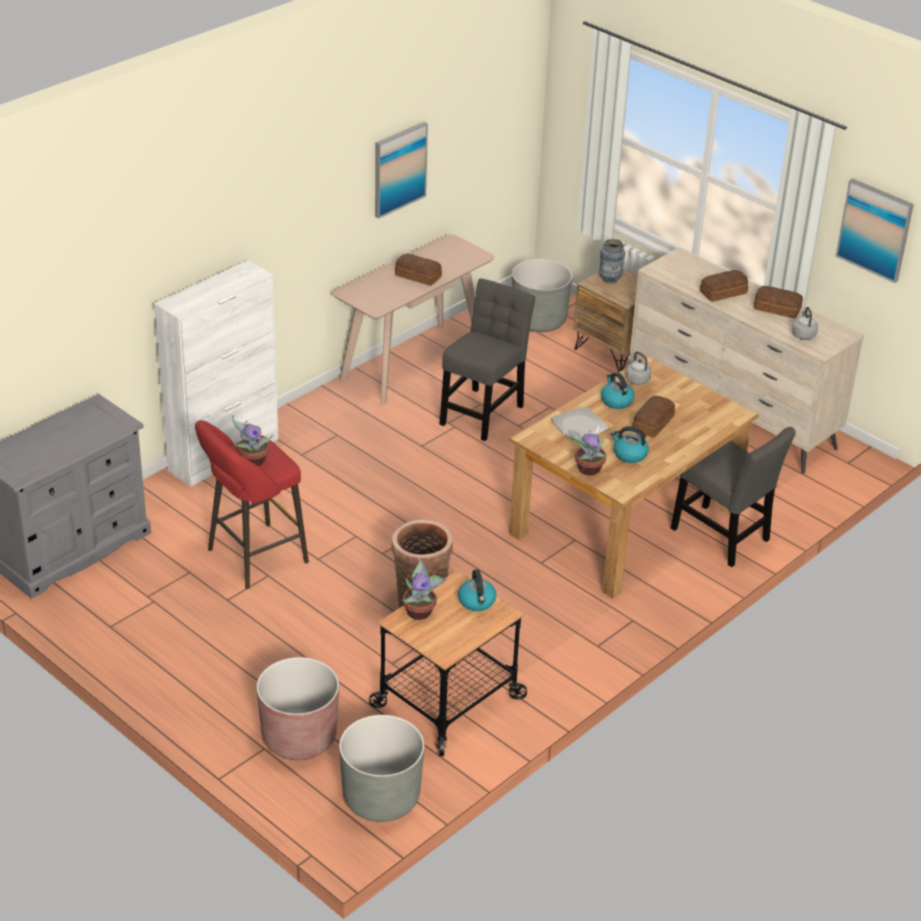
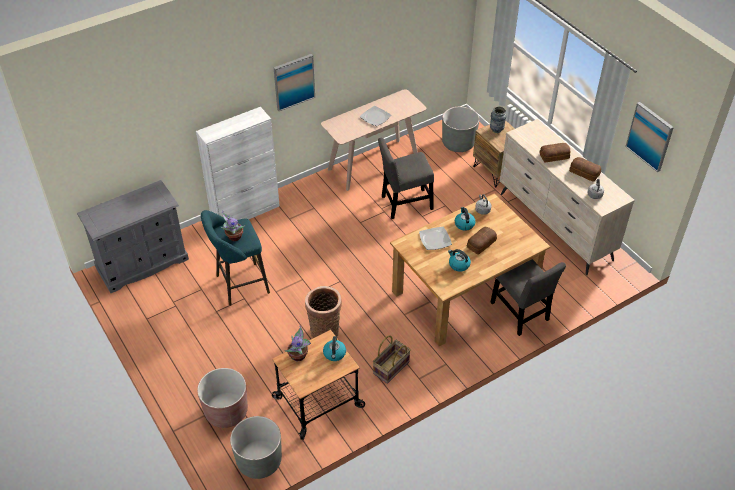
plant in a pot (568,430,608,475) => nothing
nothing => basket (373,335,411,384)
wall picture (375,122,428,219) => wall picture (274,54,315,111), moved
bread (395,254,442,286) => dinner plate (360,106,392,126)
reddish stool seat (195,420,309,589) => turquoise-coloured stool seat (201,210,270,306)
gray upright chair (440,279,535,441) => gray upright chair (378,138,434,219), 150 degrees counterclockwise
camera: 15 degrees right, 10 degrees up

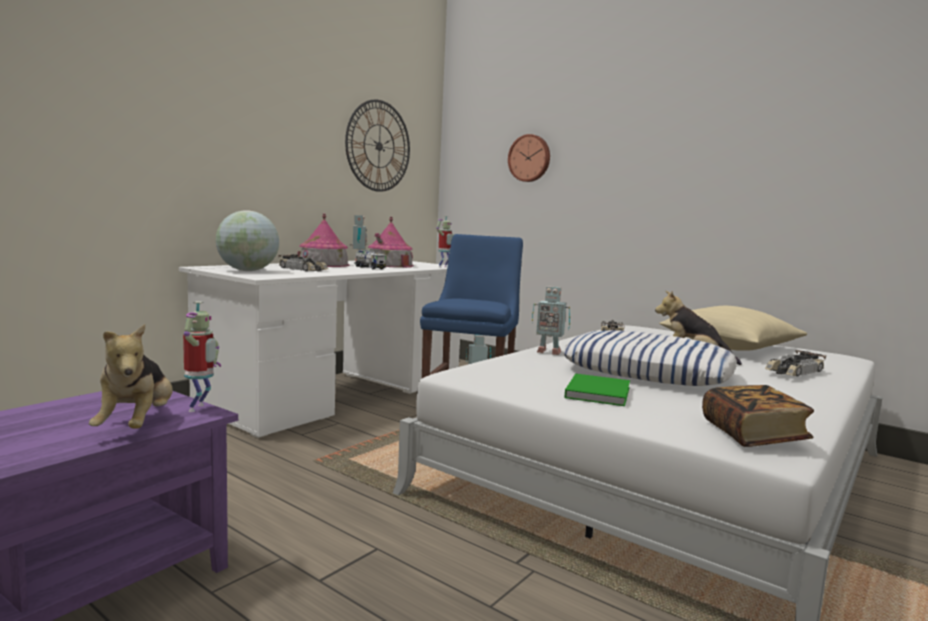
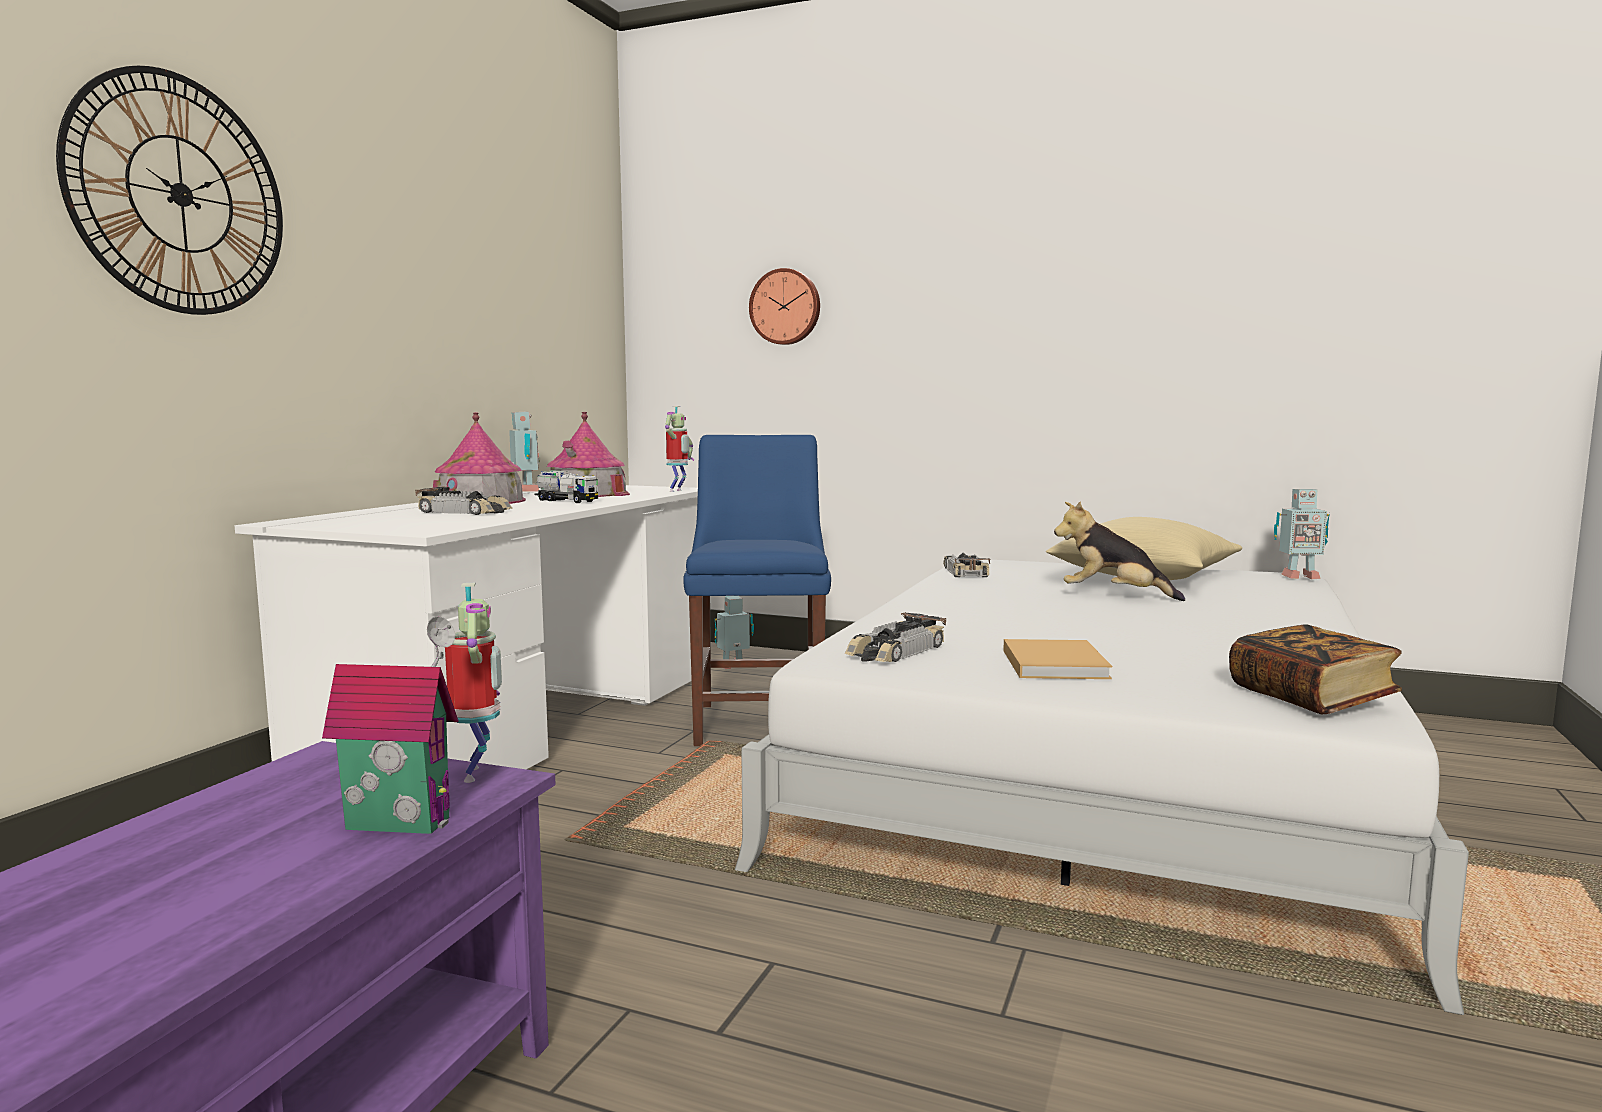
world globe (216,210,279,271) => nothing
pillow (563,330,737,386) => nothing
clock on the wall (345,99,410,192) => clock on the wall (56,66,283,315), moved
toy robot (532,286,570,355) => toy robot (1274,489,1330,579), moved
model car (765,350,826,377) => model car (845,612,946,662), moved
cuddly toy (89,324,173,429) => toy house (322,616,458,834)
greenish volume (564,373,630,406) => beige-coloured volume (1003,639,1112,679)
camera: 15 degrees left, 0 degrees up

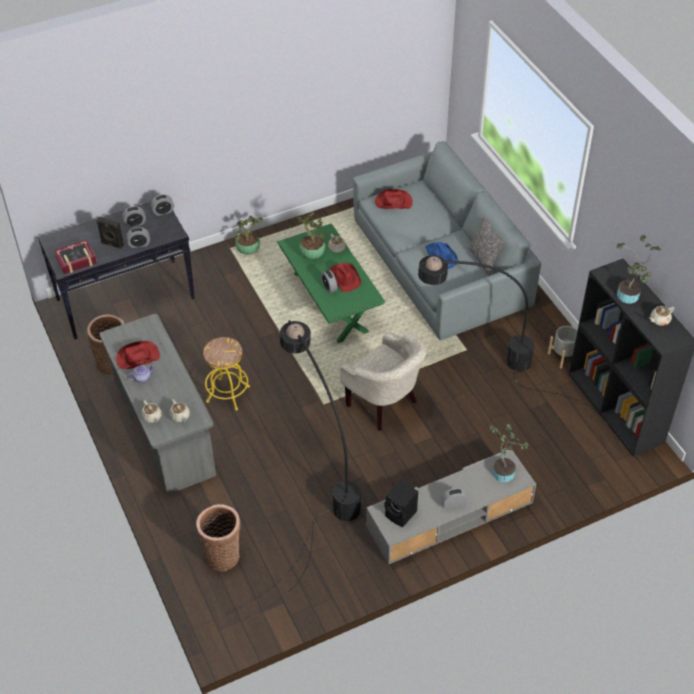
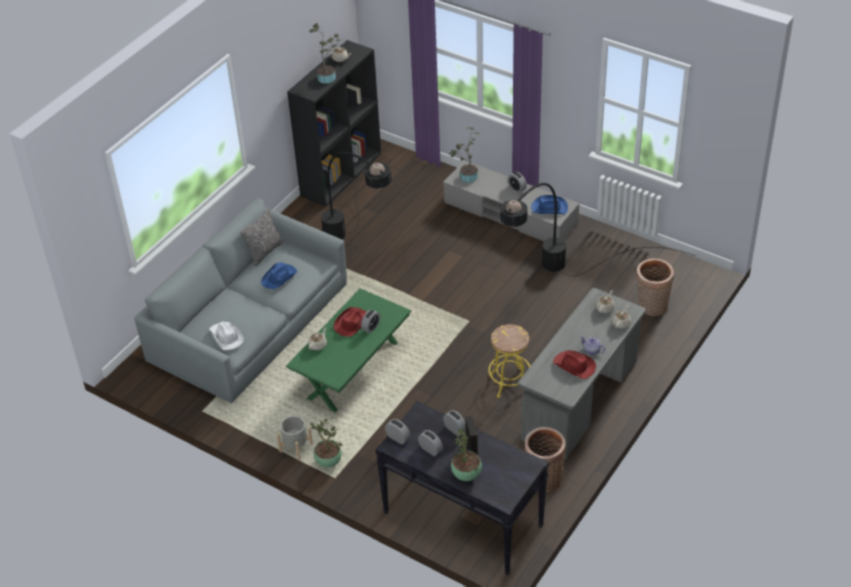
volume (54,240,97,274) => nothing
beige-coloured easy chair (340,332,426,431) => nothing
plant in a pot (297,212,327,259) => plant in a pot (451,429,482,481), moved
gray plant pot (548,326,578,368) => gray plant pot (277,416,313,461), moved
blackish speaker (384,480,418,527) => blue-coloured clothing hat (531,195,568,214)
reddish clothing hat (375,189,413,209) => white-coloured clothing hat (210,321,244,350)
camera: 120 degrees left, 5 degrees down

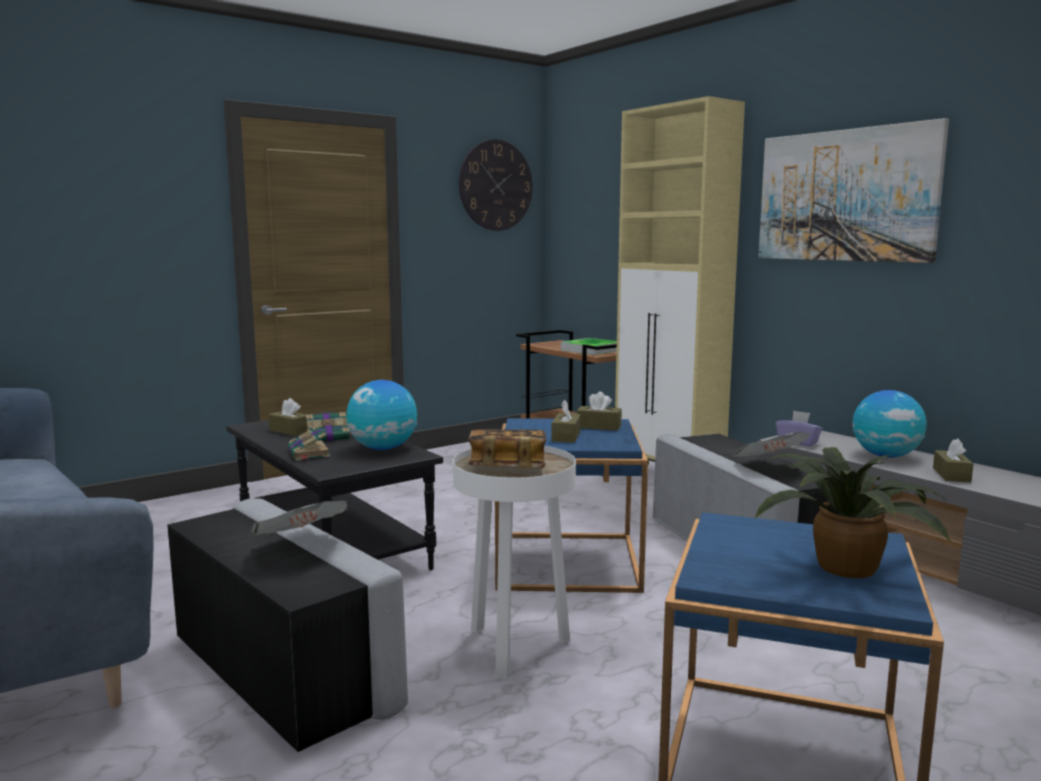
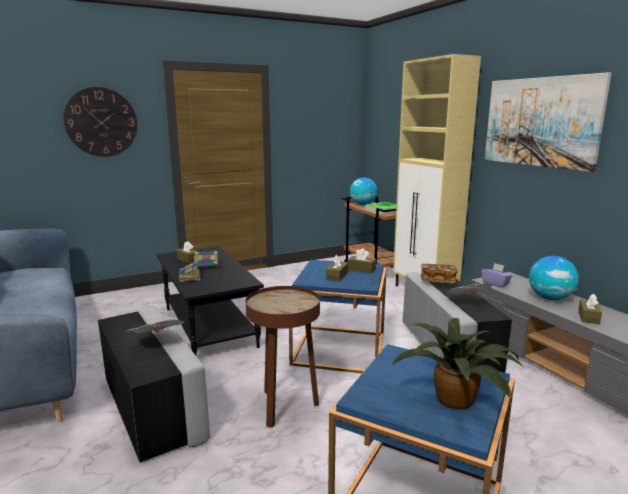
world globe (346,380,417,450) => world globe (350,177,377,205), moved
clock on the wall (459,139,533,231) => clock on the wall (64,87,137,157), moved
volume (468,429,546,468) => volume (421,264,458,284), moved
white-coloured accent table (453,446,576,680) => brownish accent table (246,286,320,428)
camera: 10 degrees right, 5 degrees up

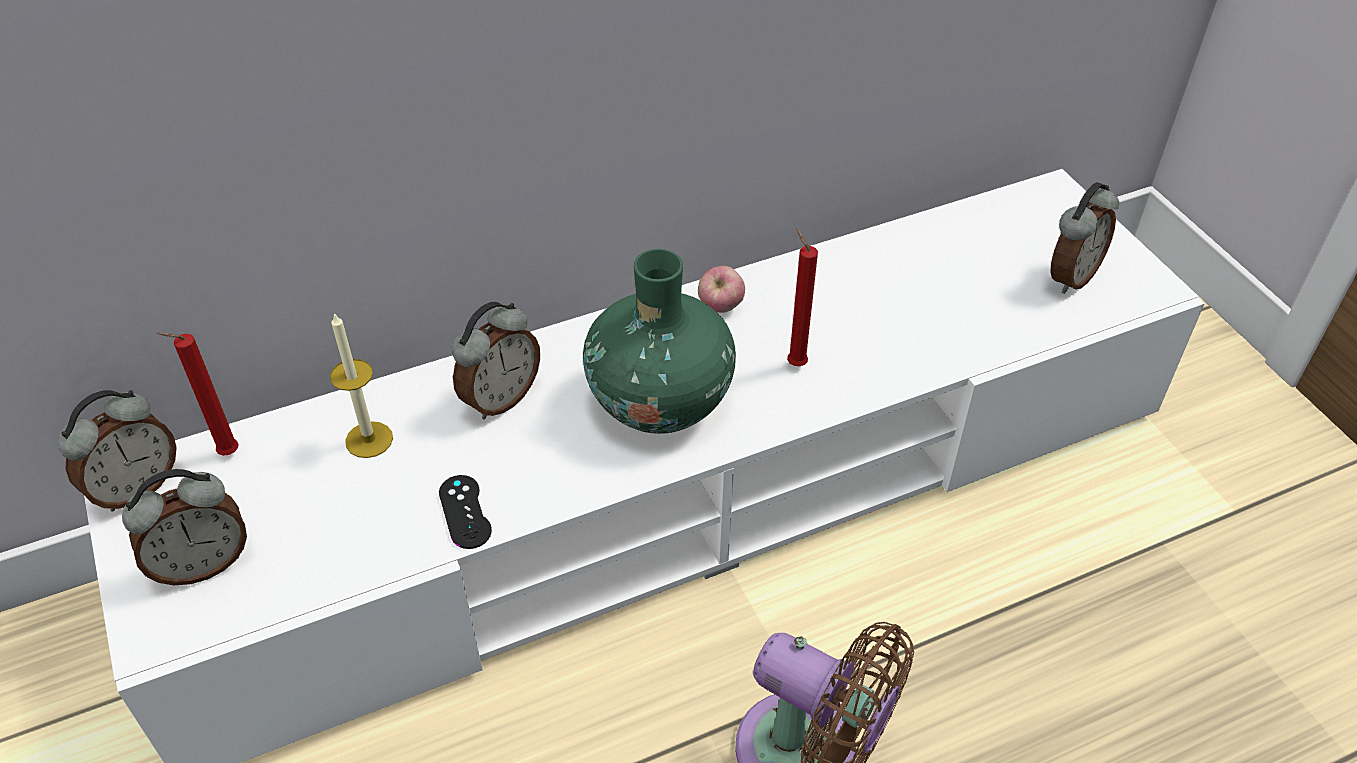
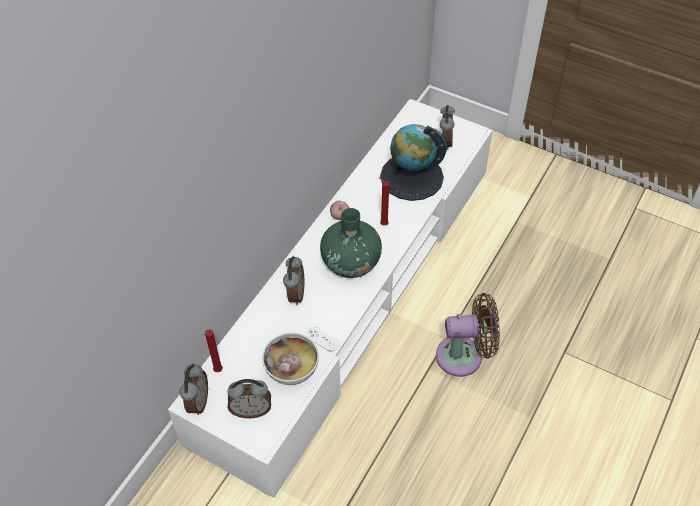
wax light (330,312,393,458) => nothing
nothing => deep dish (262,333,319,385)
nothing => world globe (380,124,447,201)
blackish game controller (439,475,492,549) => white-coloured game controller (306,327,340,351)
table clock (122,469,247,585) => table clock (227,379,271,418), 60 degrees clockwise
camera: 35 degrees left, 5 degrees up

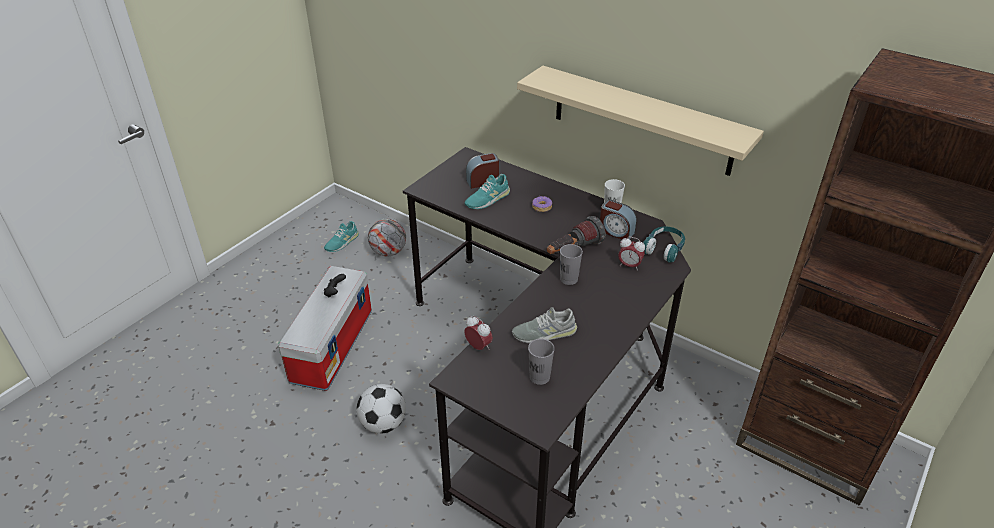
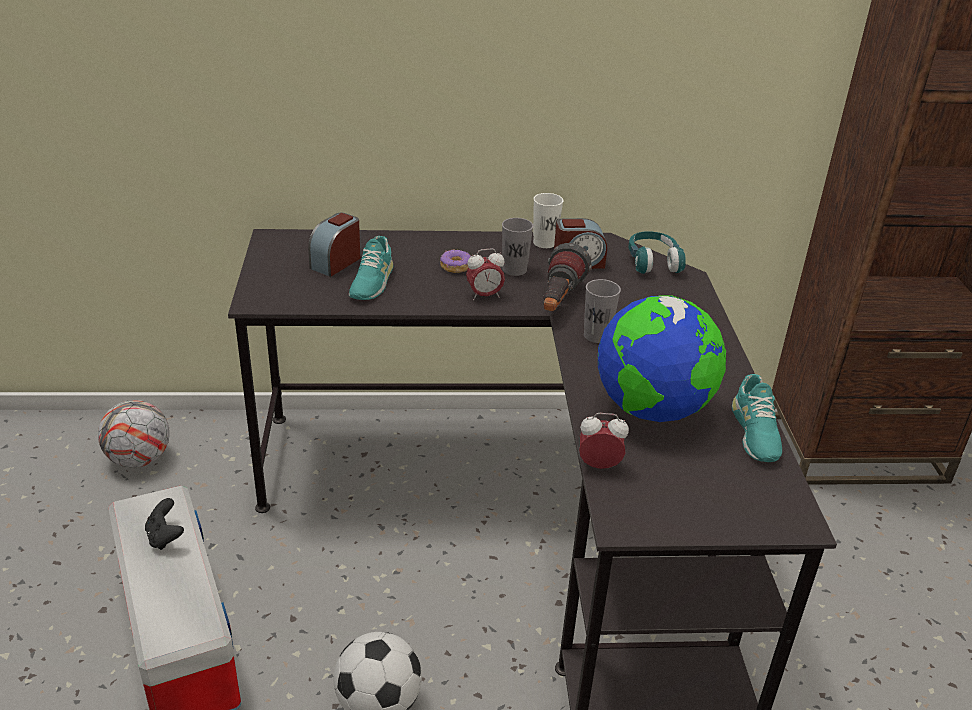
beige-coloured wall shelf (517,66,764,176) => nothing
turquoise-coloured item of footwear (324,221,359,252) => turquoise-coloured item of footwear (732,374,782,462), moved
gray cup (528,339,555,385) => gray cup (502,218,533,276), moved
table clock (618,237,645,269) => table clock (466,248,505,300), moved
gray item of footwear (512,307,577,343) => world globe (598,295,726,422)
camera: 40 degrees left, 5 degrees down

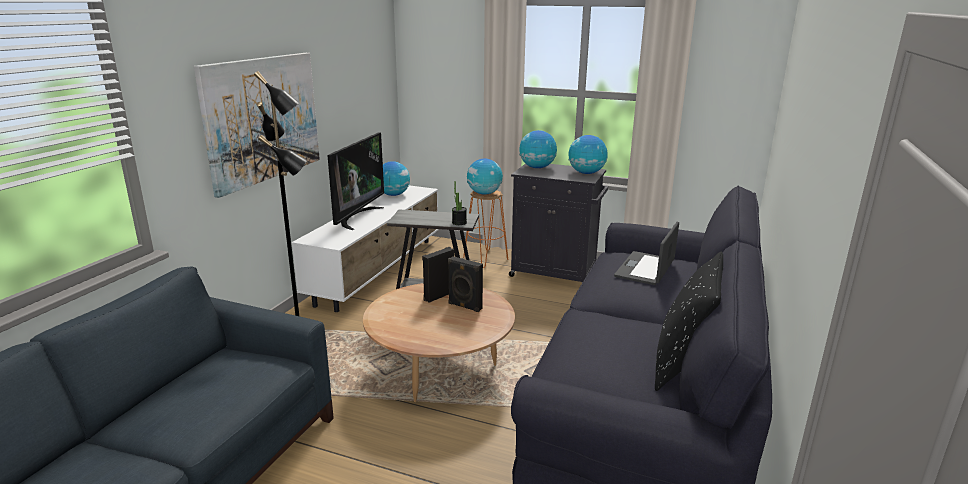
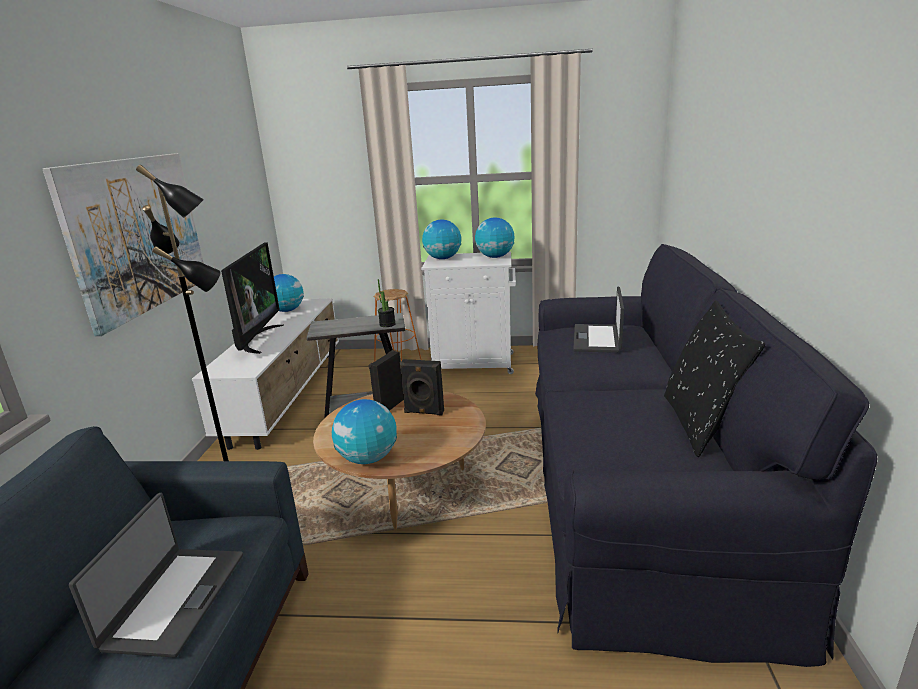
nothing => notebook computer (69,493,243,658)
world globe (467,159,503,195) => world globe (332,399,397,464), moved
blackish cabinet (509,164,608,283) => white-coloured cabinet (421,252,516,374)
camera: 15 degrees left, 0 degrees up

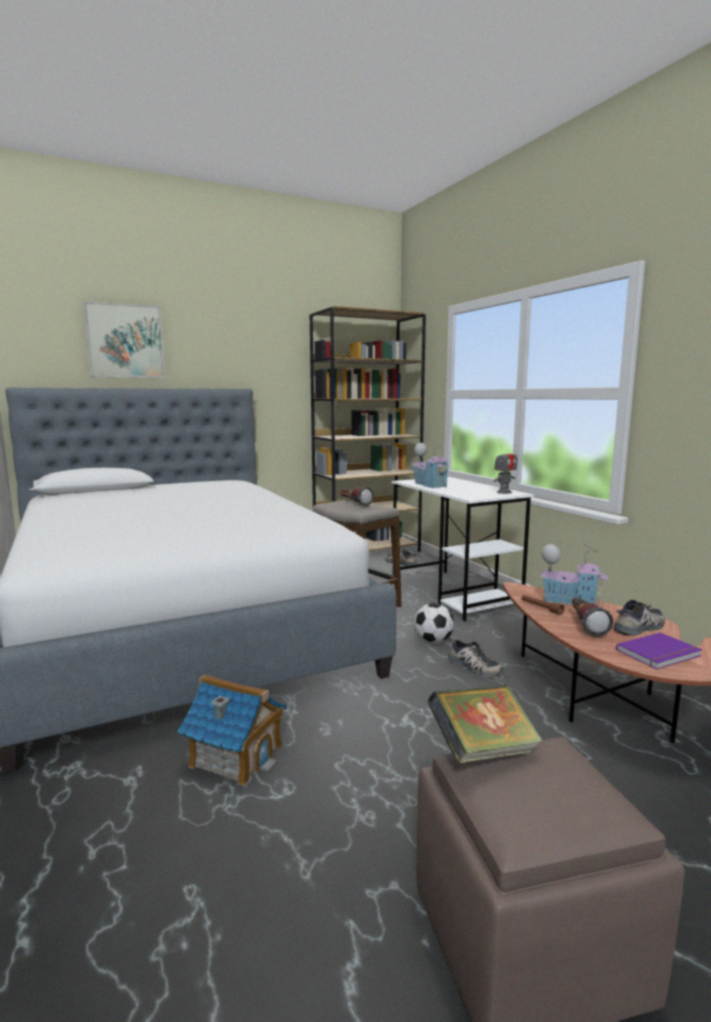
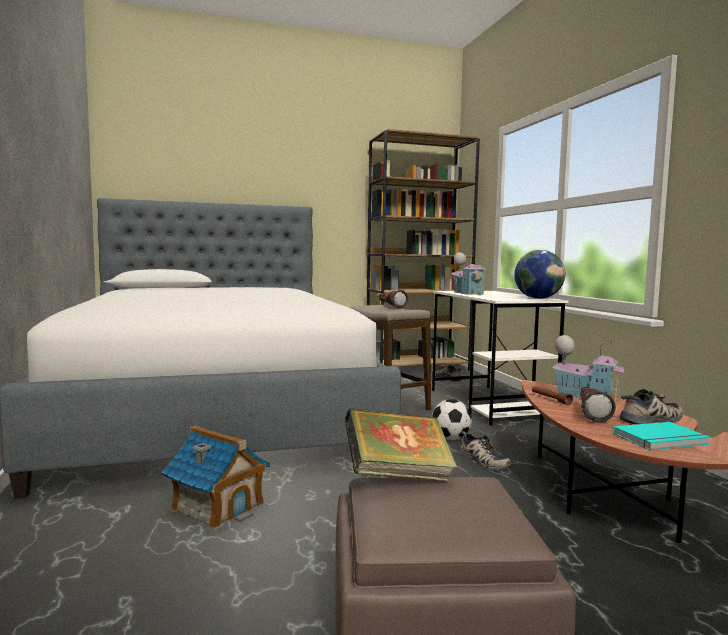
wall picture (83,302,165,378) => nothing
toy robot (493,446,517,494) => world globe (514,250,565,299)
purple-coloured volume (616,632,702,669) => turquoise-coloured volume (613,422,711,450)
camera: 10 degrees right, 5 degrees down

